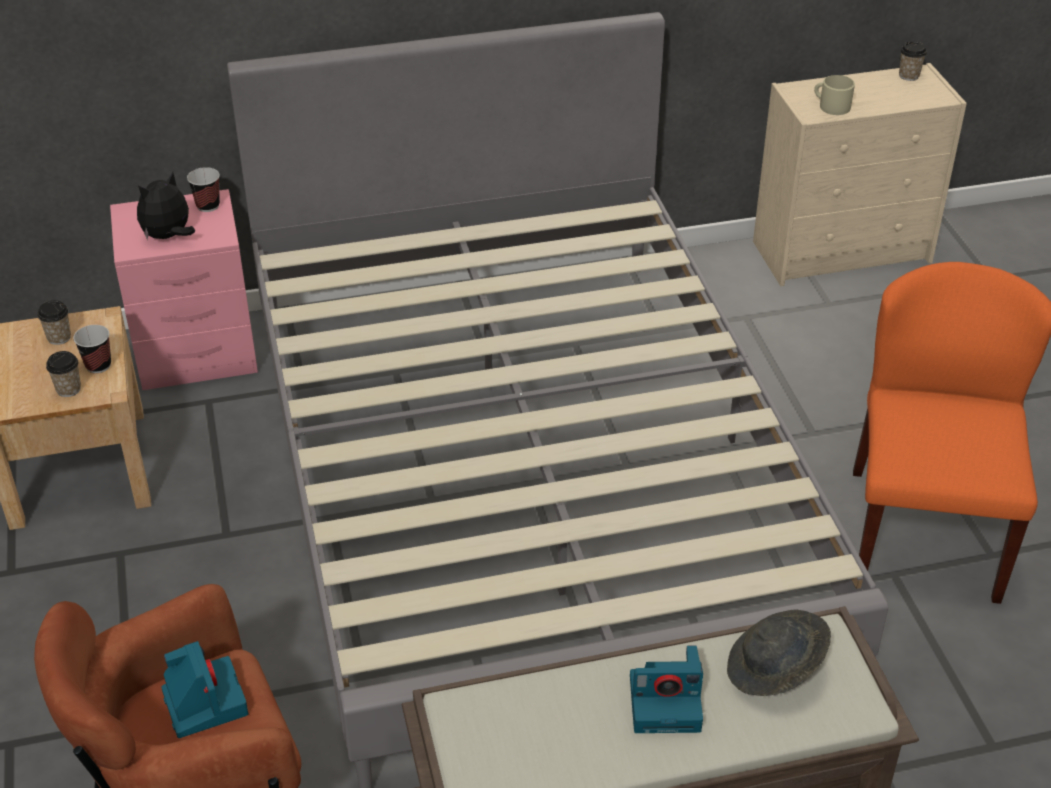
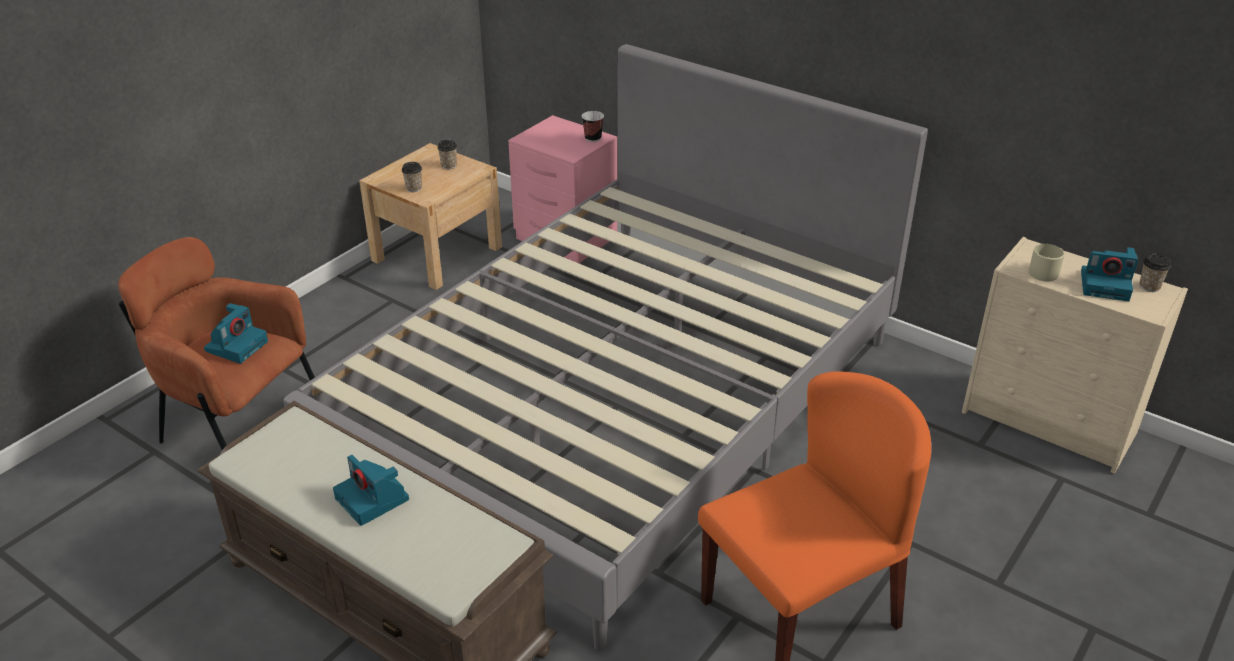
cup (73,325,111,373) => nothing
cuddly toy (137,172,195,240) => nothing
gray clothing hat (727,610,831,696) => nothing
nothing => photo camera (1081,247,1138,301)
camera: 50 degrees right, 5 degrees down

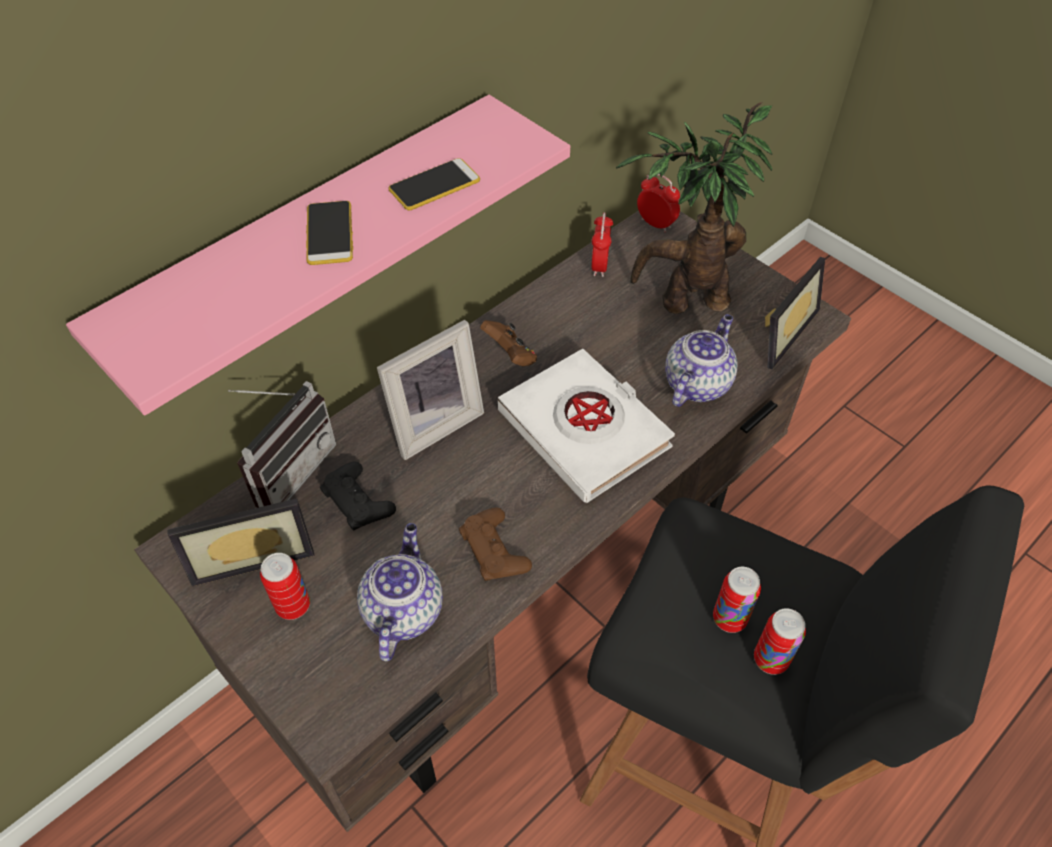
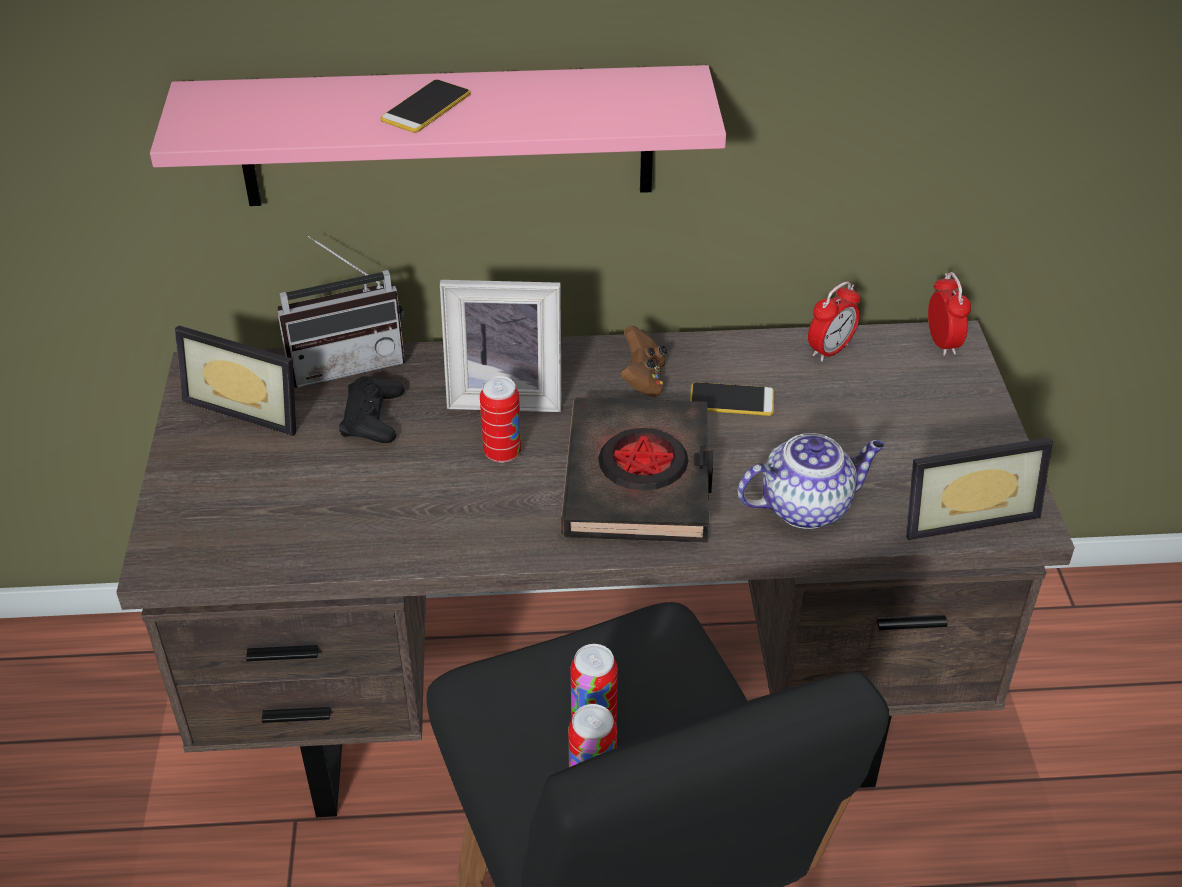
tea pot (357,523,443,662) => nothing
brownish game controller (459,507,532,581) => nothing
plant in a pot (616,102,772,314) => nothing
sealed can (260,553,310,620) => sealed can (480,376,521,463), moved
phone (388,158,480,210) => phone (690,382,774,416), moved
white-coloured volume (498,349,675,503) => blackish volume (561,398,713,543)
camera: 40 degrees right, 10 degrees down

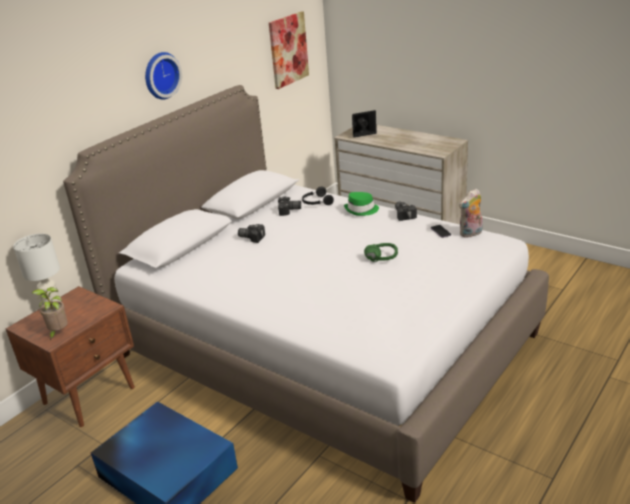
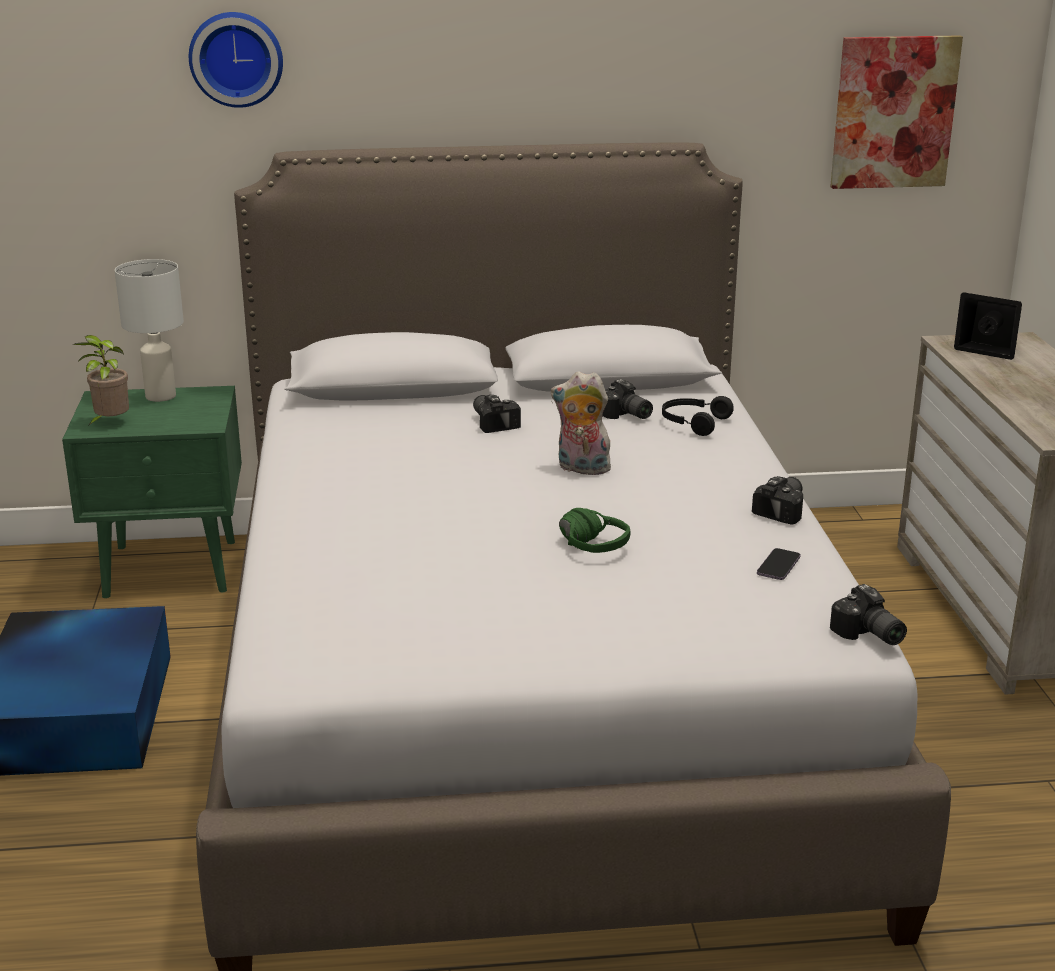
greenish clothing hat (344,192,379,216) => nothing
nothing => photo camera (830,584,907,645)
clock on the wall (145,52,182,100) => clock on the wall (189,12,283,108), moved
cuddly toy (459,189,483,237) => cuddly toy (551,371,611,475), moved
brownish bedside table (6,286,135,427) => greenish bedside table (62,386,242,598)
camera: 45 degrees right, 5 degrees down

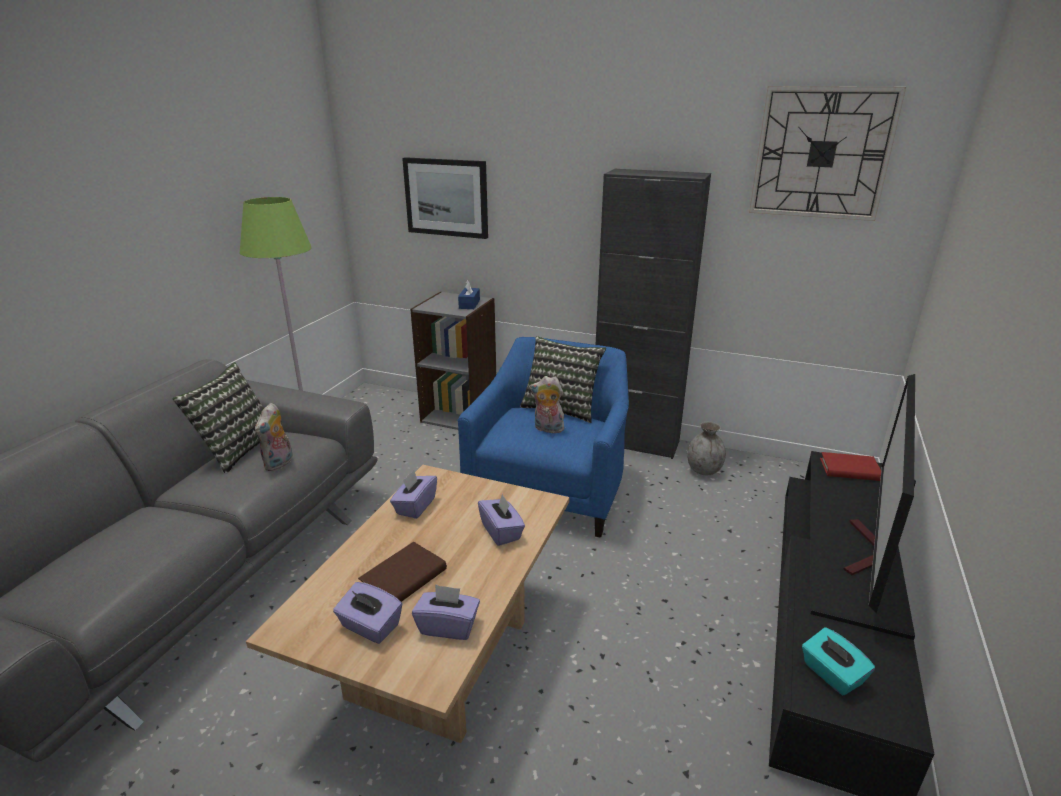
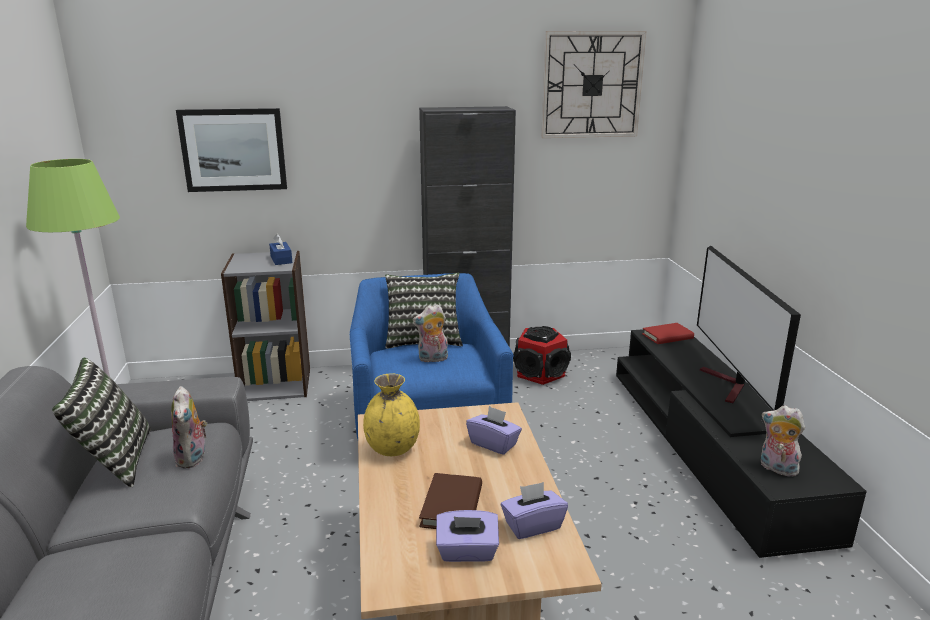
purple-coloured tissue holder (390,470,437,519) => yellow-coloured decorative vase (363,373,420,456)
gray decorative vase (687,422,726,475) => speaker (513,326,571,385)
turquoise-coloured tissue holder (802,627,875,695) => cuddly toy (761,405,805,476)
camera: 30 degrees left, 5 degrees down

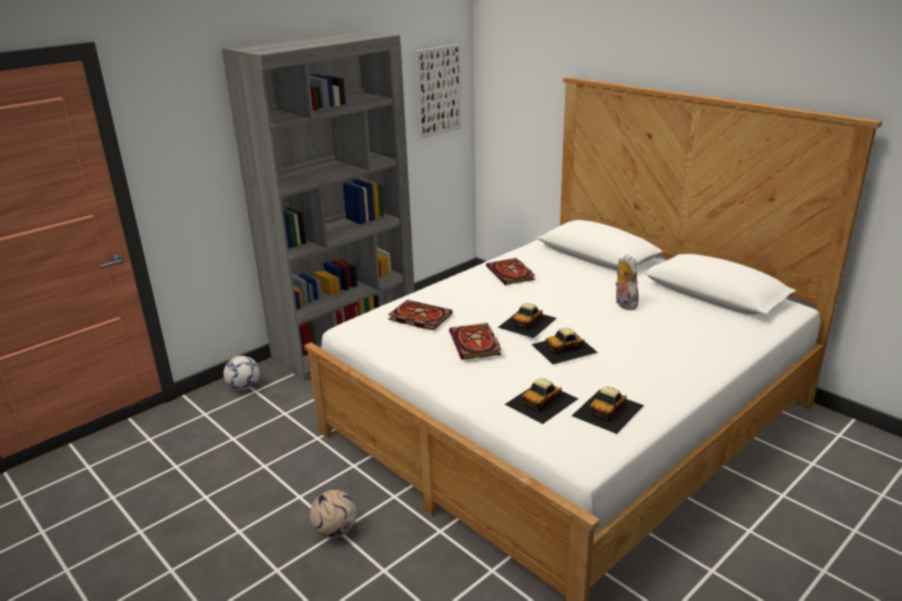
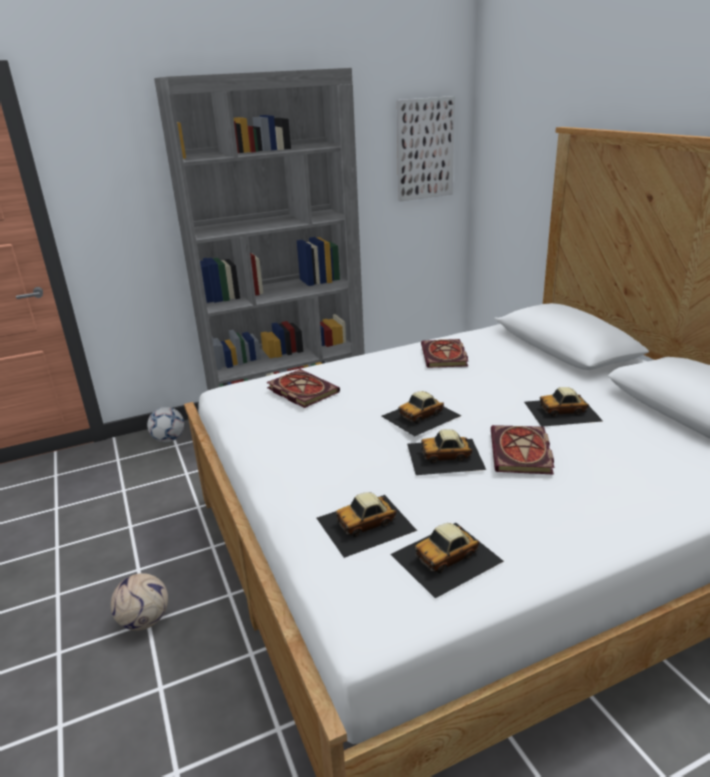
volume (449,323,501,360) => volume (491,425,554,475), moved
cuddly toy (615,254,639,310) => model car (524,387,603,427)
camera: 20 degrees right, 0 degrees up

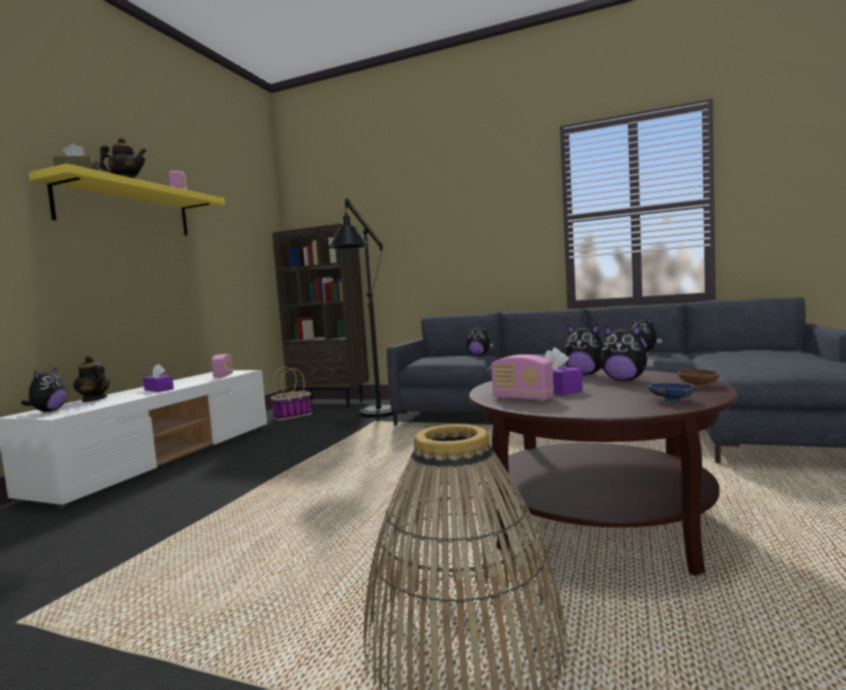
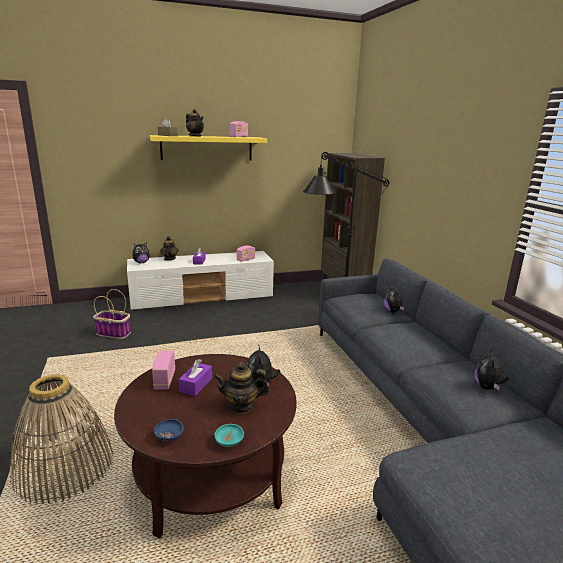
basket (270,367,312,421) => basket (93,289,131,339), moved
cuddly toy (600,324,654,381) => tea pot (214,362,269,414)
brownish deep dish (678,369,720,387) => turquoise-coloured deep dish (214,424,244,447)
camera: 50 degrees right, 15 degrees up

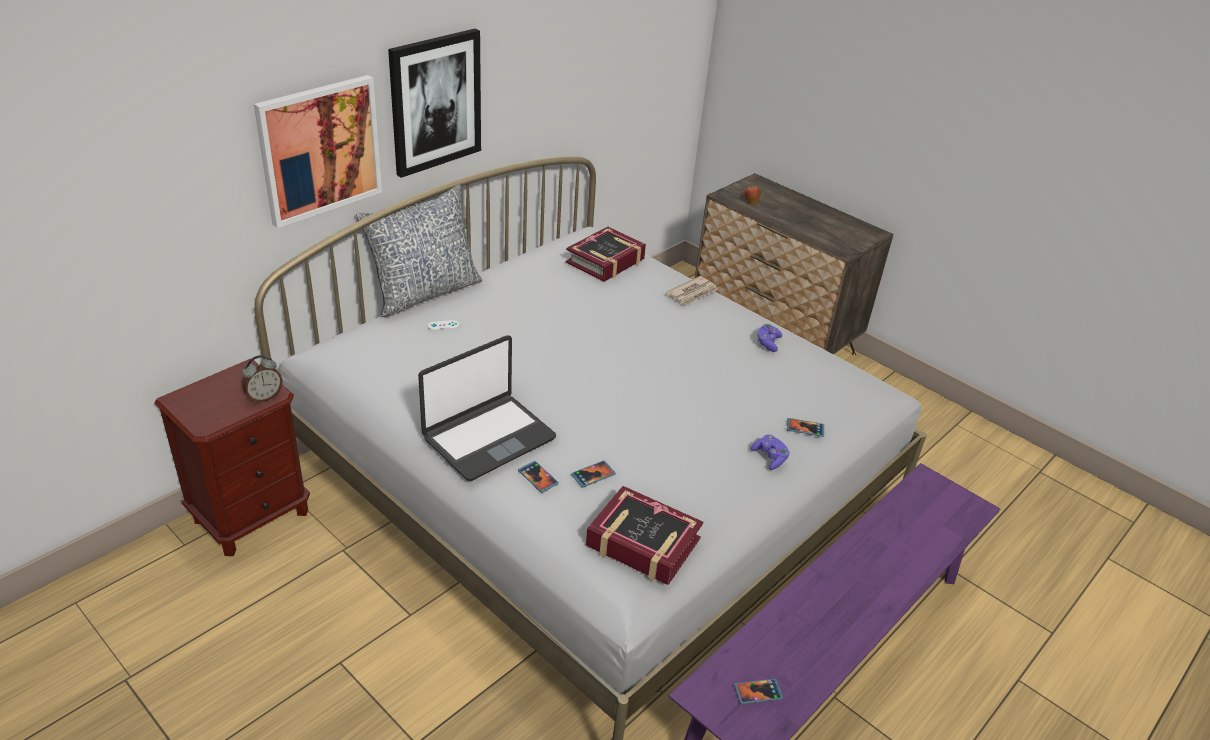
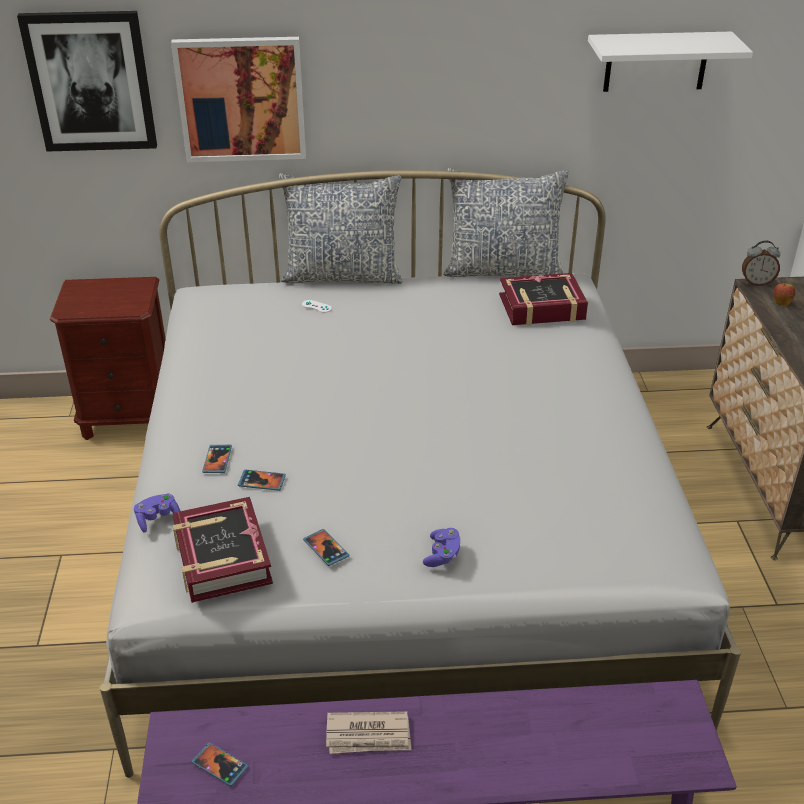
notebook computer (418,335,556,481) => nothing
nothing => pillow (443,168,569,277)
nothing => white-coloured wall shelf (588,32,753,92)
table clock (242,355,283,403) => table clock (742,240,780,286), moved
wall picture (388,29,481,178) => wall picture (17,11,157,152), moved
daily paper (666,276,718,305) => daily paper (326,711,411,754), moved
purple-coloured game controller (757,324,782,352) => purple-coloured game controller (134,494,180,533), moved
phone (787,418,824,437) => phone (303,529,349,566), moved
camera: 45 degrees right, 0 degrees up

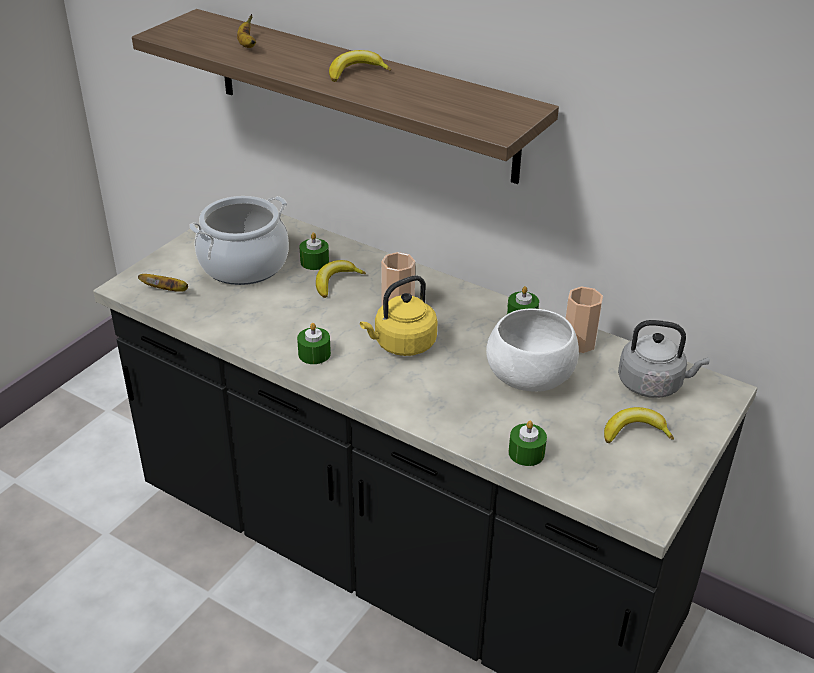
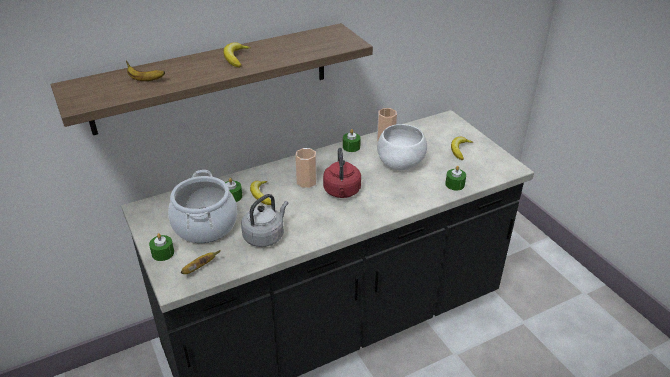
greenish wax light (297,323,331,364) => greenish wax light (149,233,174,261), moved
gray kettle (618,320,710,398) => gray kettle (241,194,288,247), moved
yellow-coloured kettle (360,275,438,356) => reddish kettle (323,148,361,198)
camera: 60 degrees left, 0 degrees up

